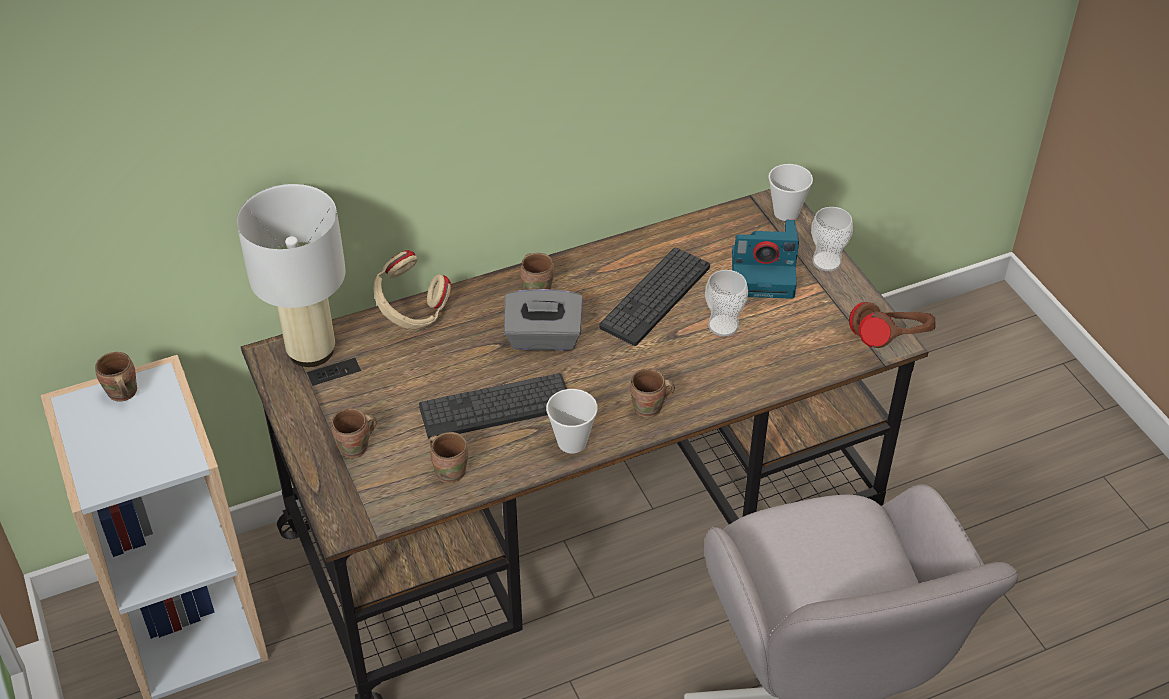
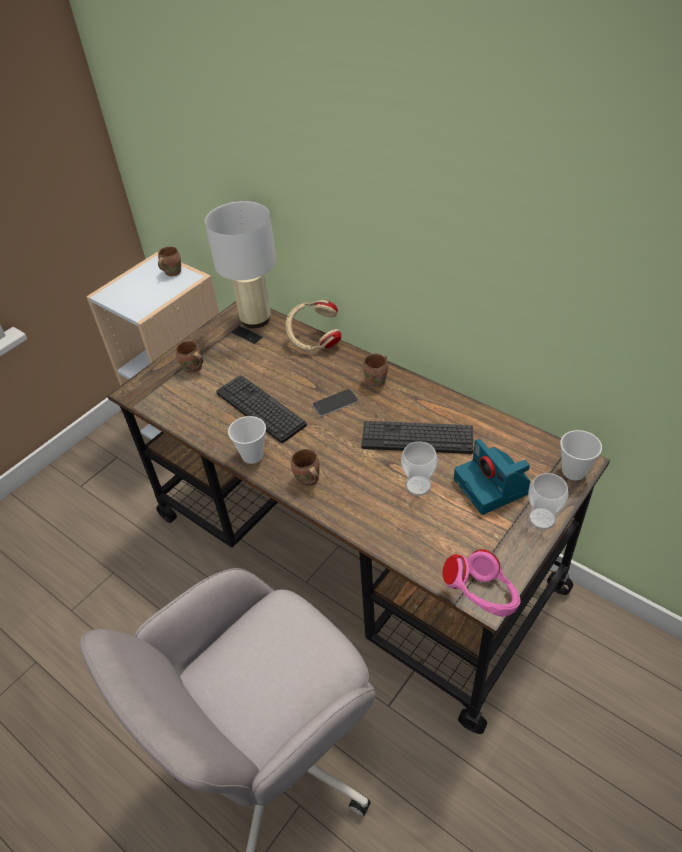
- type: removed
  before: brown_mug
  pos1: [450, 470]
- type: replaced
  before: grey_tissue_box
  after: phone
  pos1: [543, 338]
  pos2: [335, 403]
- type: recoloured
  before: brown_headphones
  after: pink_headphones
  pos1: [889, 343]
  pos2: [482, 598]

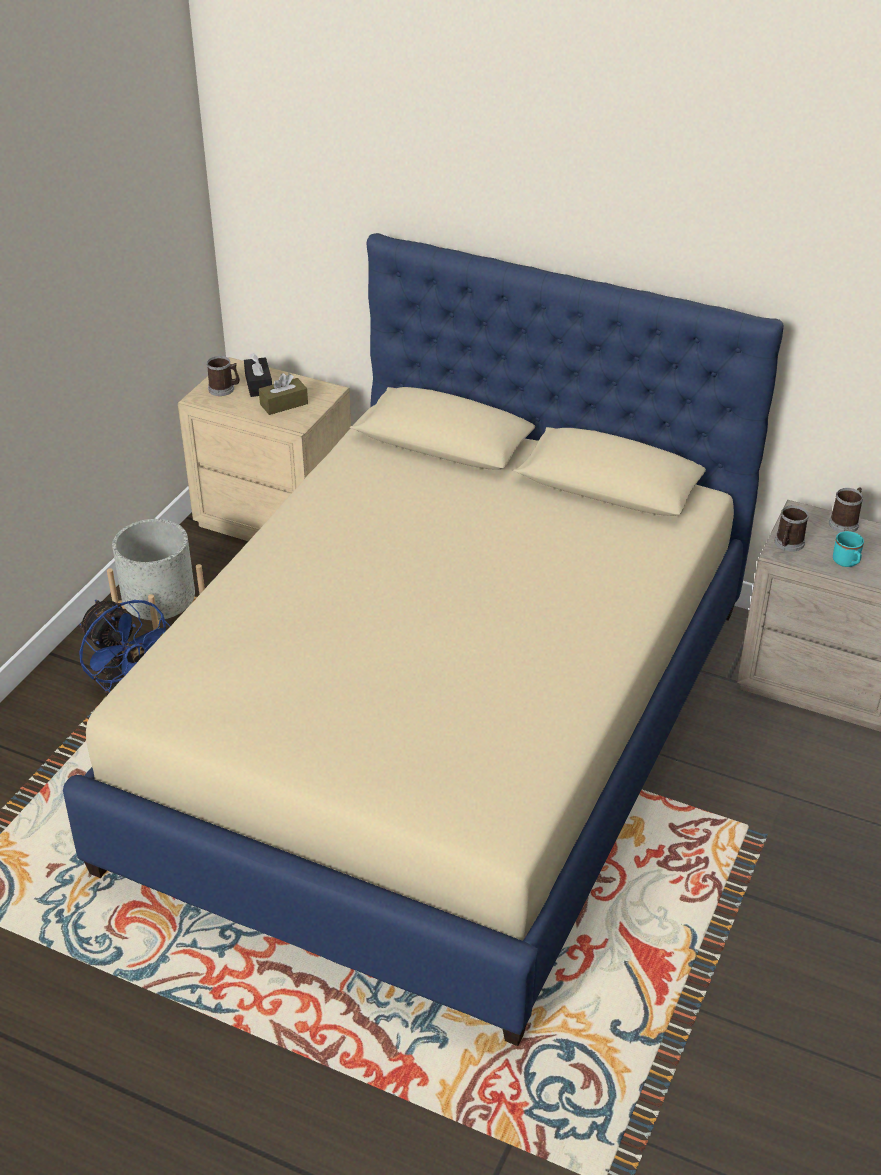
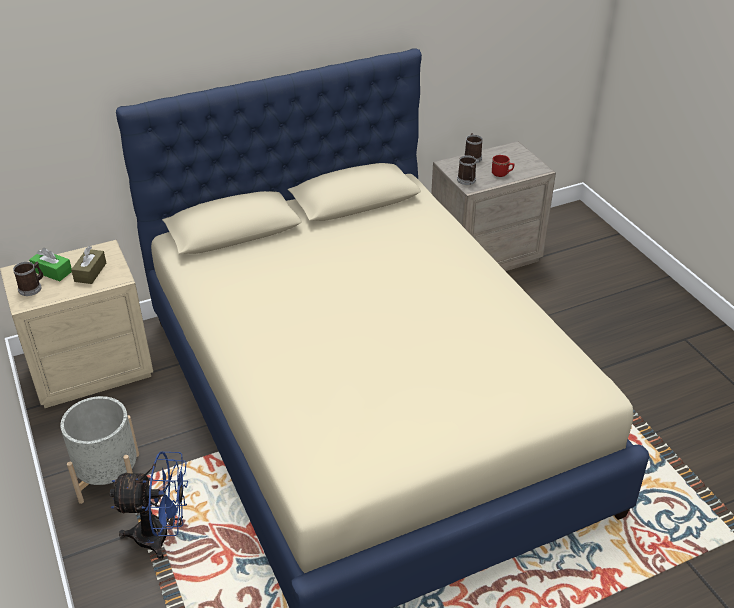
- type: recoloured
  before: black_tissue_box
  after: green_tissue_box
  pos1: [259, 385]
  pos2: [52, 271]
- type: recoloured
  before: turquoise_mug
  after: red_mug
  pos1: [847, 563]
  pos2: [502, 174]

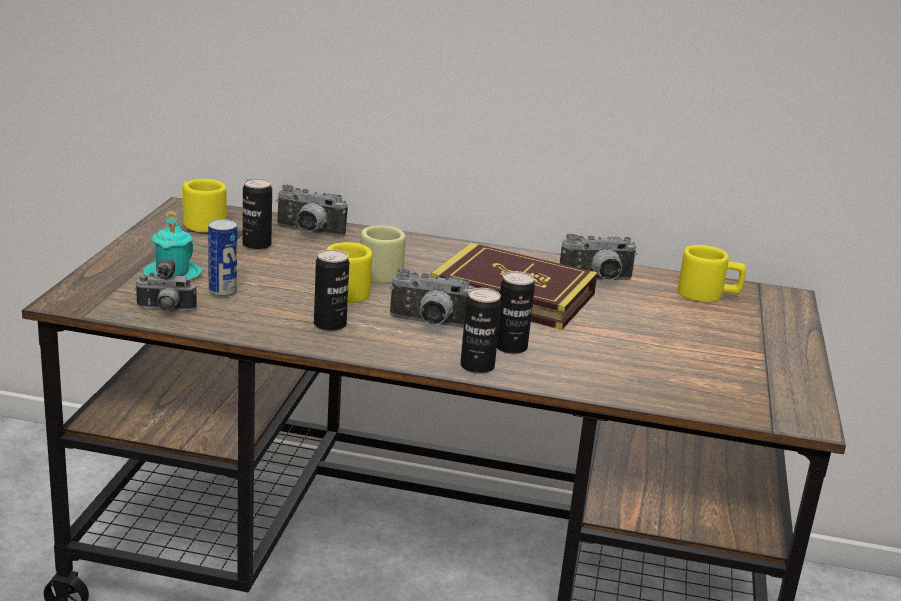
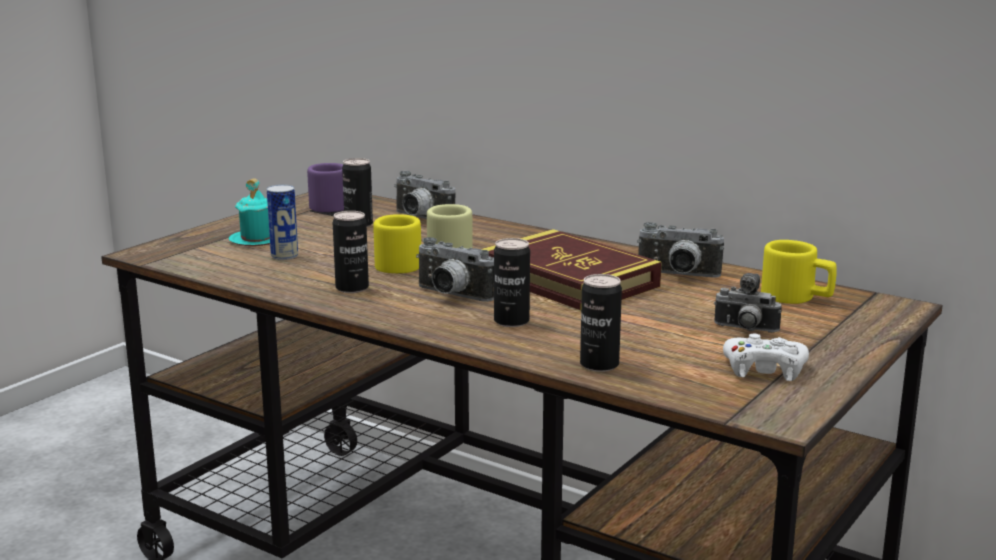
- type: added
  after: white_game_controller
  pos2: [764, 369]
- type: moved
  before: photo_camera
  pos1: [165, 310]
  pos2: [745, 330]
- type: moved
  before: can
  pos1: [477, 366]
  pos2: [599, 365]
- type: recoloured
  before: yellow_mug
  after: purple_mug
  pos1: [200, 222]
  pos2: [327, 205]

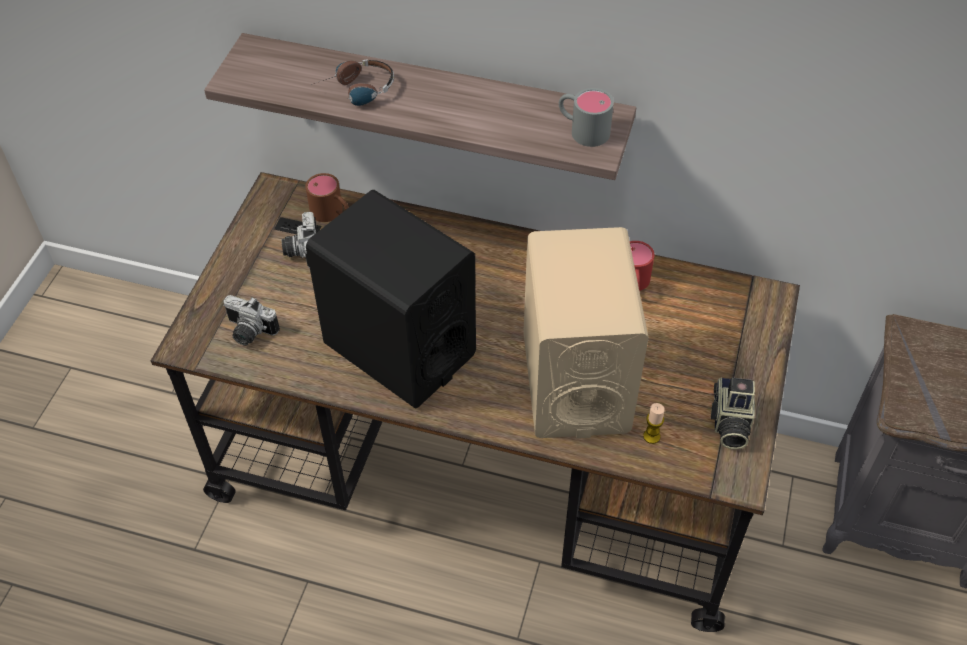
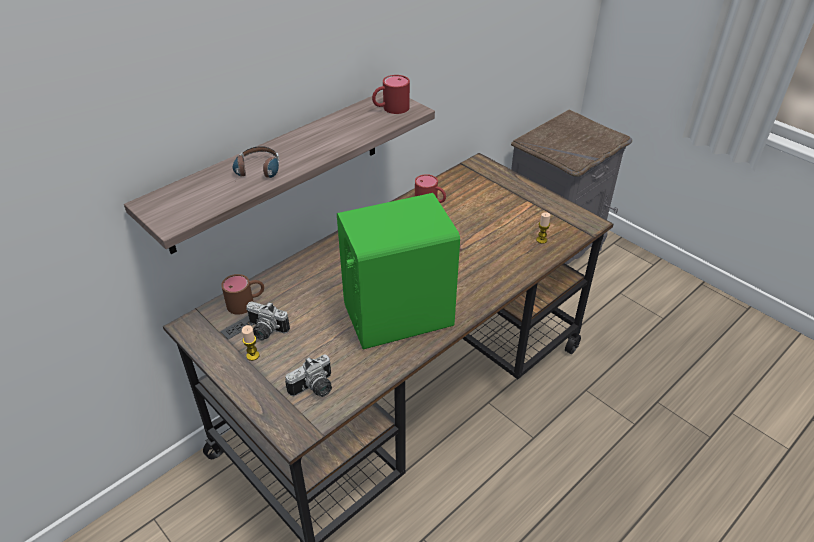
- type: removed
  before: beige_speaker
  pos1: [575, 382]
- type: removed
  before: photo_camera
  pos1: [729, 422]
- type: added
  after: candle
  pos2: [253, 355]
- type: recoloured
  before: black_speaker
  after: green_speaker
  pos1: [399, 349]
  pos2: [397, 315]
- type: recoloured
  before: grey_mug
  after: red_mug
  pos1: [582, 129]
  pos2: [390, 108]

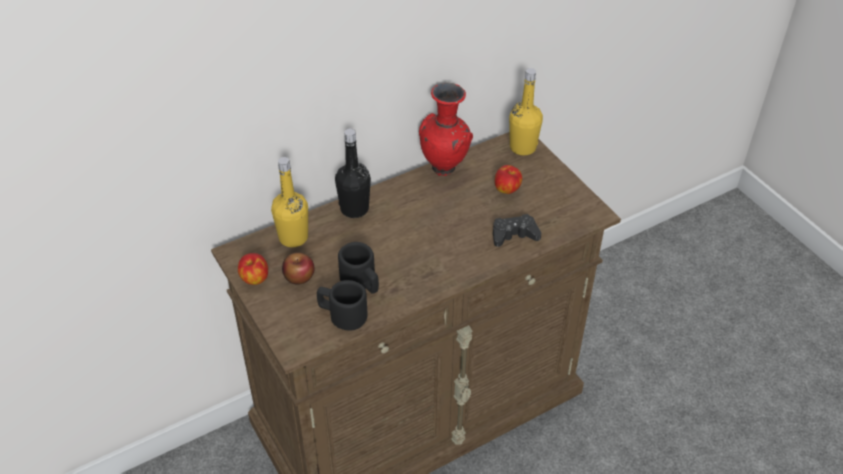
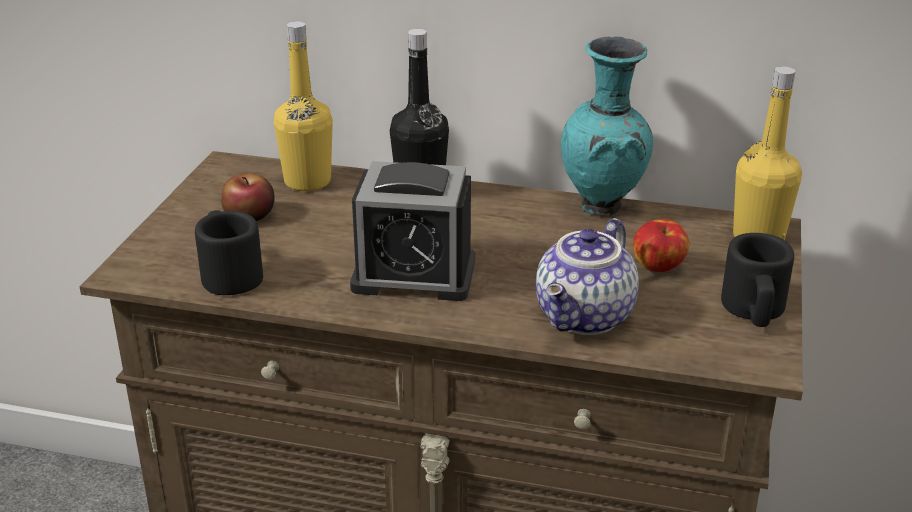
- type: removed
  before: apple
  pos1: [254, 279]
- type: added
  after: alarm_clock
  pos2: [414, 275]
- type: moved
  before: black_mug
  pos1: [361, 282]
  pos2: [754, 311]
- type: replaced
  before: black_game_controller
  after: teapot
  pos1: [514, 235]
  pos2: [586, 318]
- type: recoloured
  before: red_vase
  after: turquoise_vase
  pos1: [445, 168]
  pos2: [603, 208]

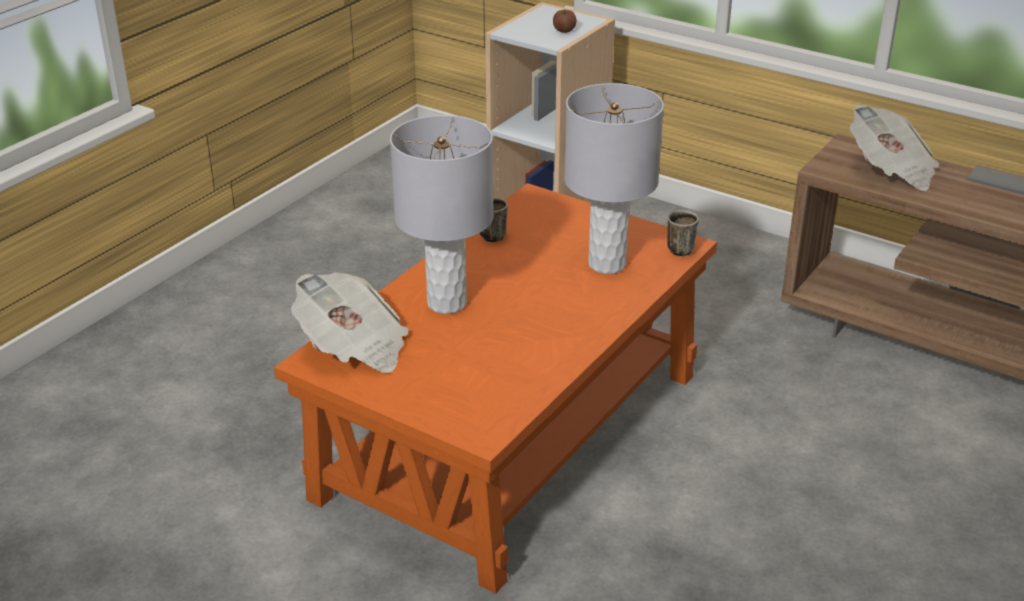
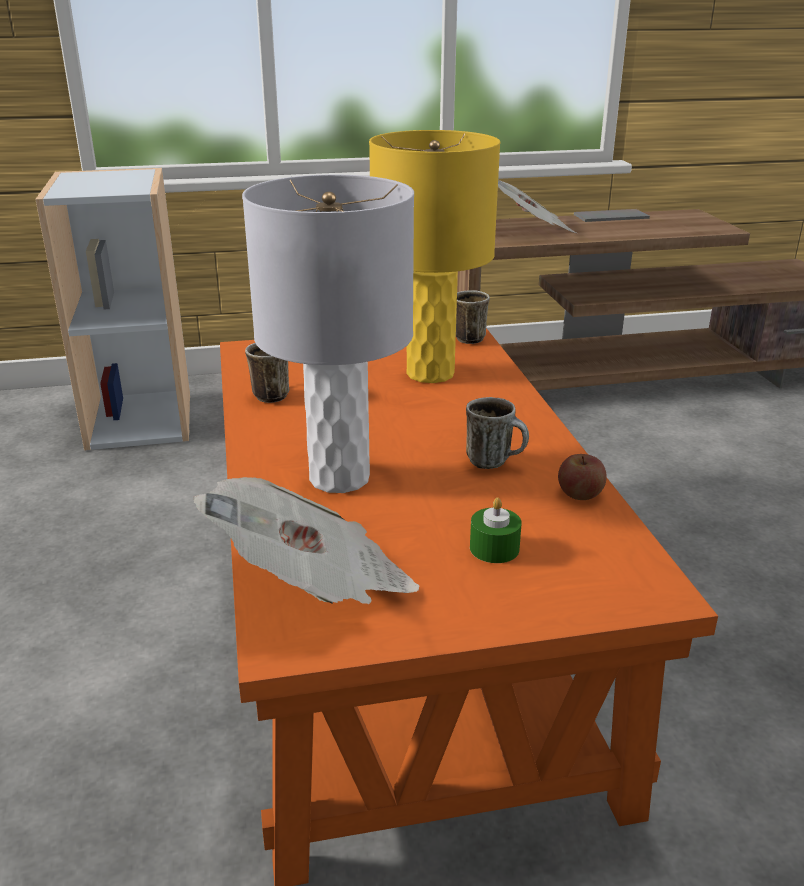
- type: added
  after: mug
  pos2: [495, 462]
- type: added
  after: green_candle
  pos2: [494, 548]
- type: moved
  before: apple
  pos1: [564, 30]
  pos2: [580, 494]
- type: recoloured
  before: grey_table_lamp
  after: yellow_table_lamp
  pos1: [607, 264]
  pos2: [431, 373]

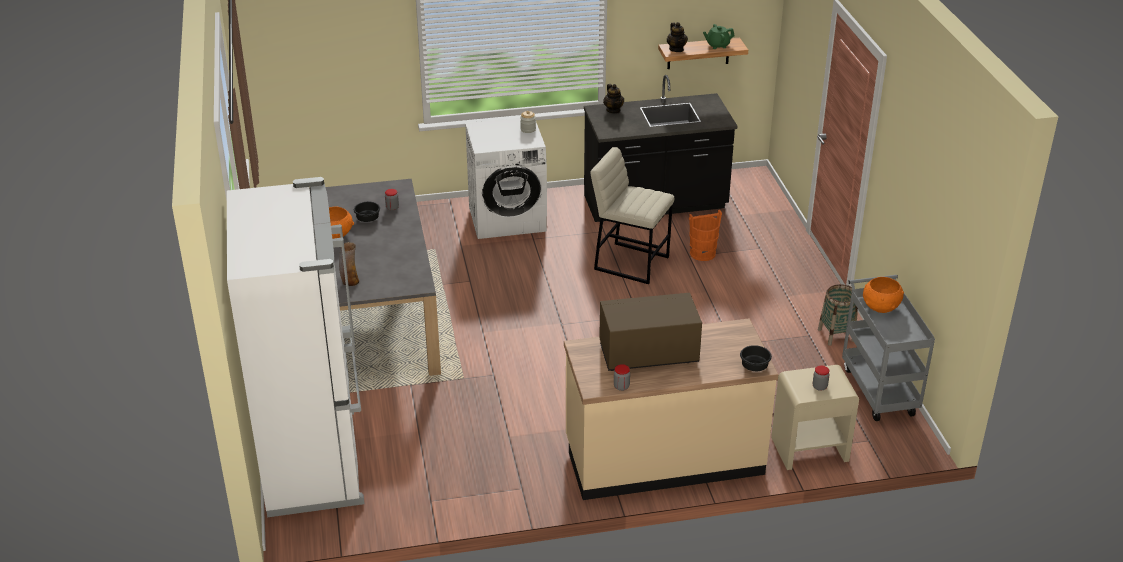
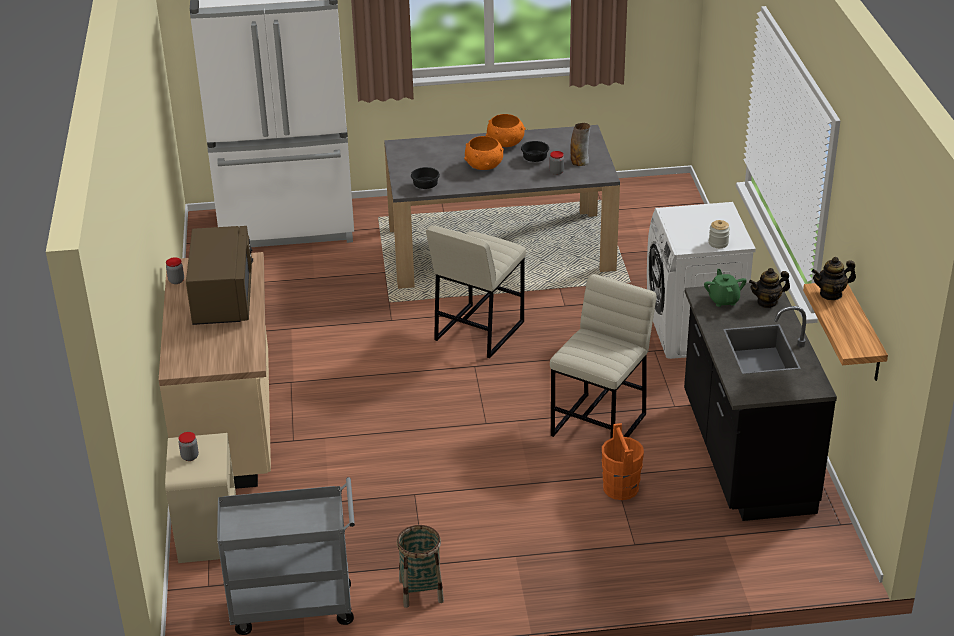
- type: added
  after: beige_chair
  pos2: [478, 332]
- type: moved
  before: vase
  pos1: [350, 281]
  pos2: [579, 162]
- type: moved
  before: green_teapot
  pos1: [717, 45]
  pos2: [723, 300]
- type: moved
  before: black_bowl
  pos1: [754, 367]
  pos2: [424, 186]
- type: moved
  before: orange_bowl
  pos1: [880, 307]
  pos2: [484, 166]

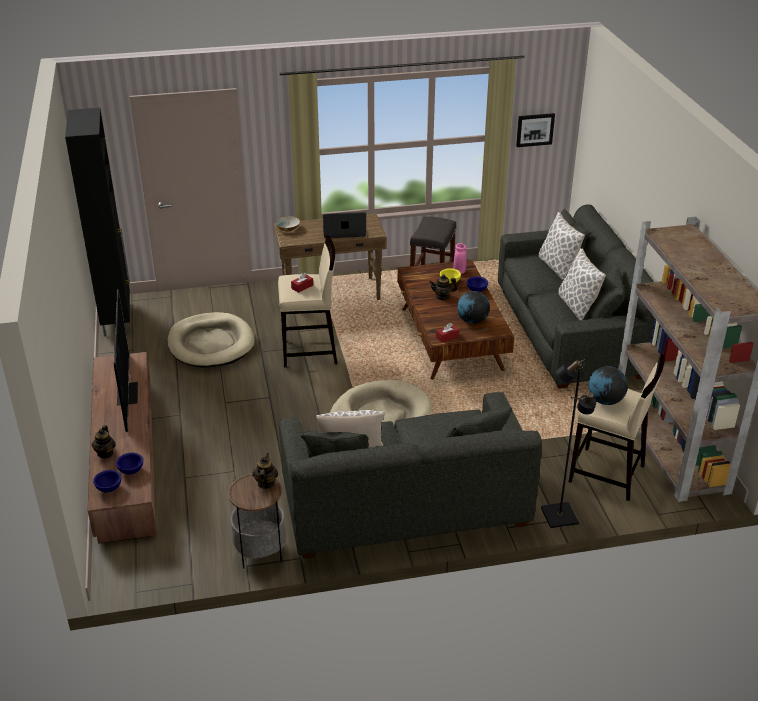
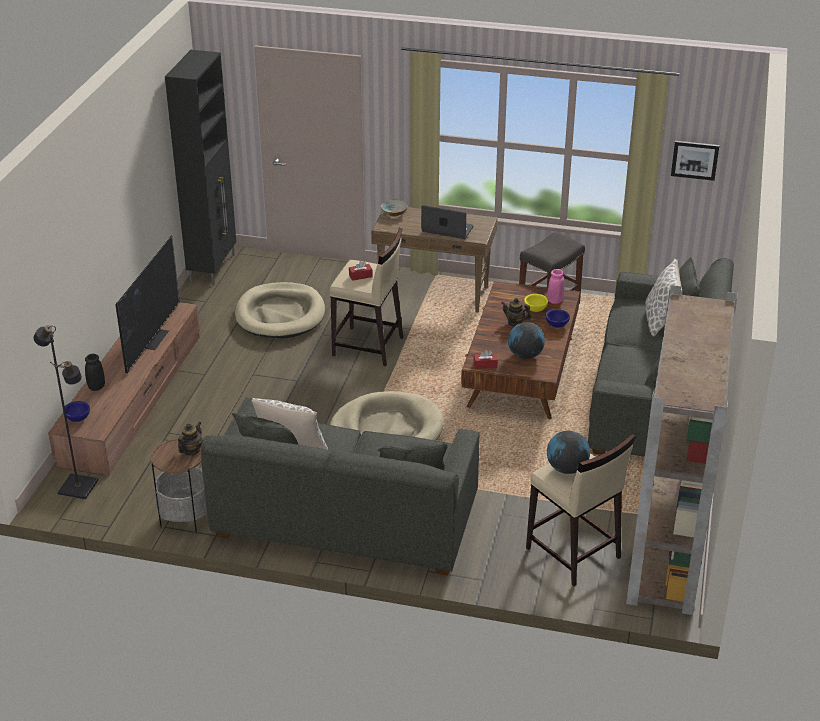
- type: removed
  before: blue_bowl
  pos1: [131, 471]
- type: removed
  before: pillow
  pos1: [577, 306]
- type: moved
  before: black_floor_lamp
  pos1: [559, 516]
  pos2: [78, 487]
- type: replaced
  before: teapot
  after: black_vase
  pos1: [105, 453]
  pos2: [96, 387]

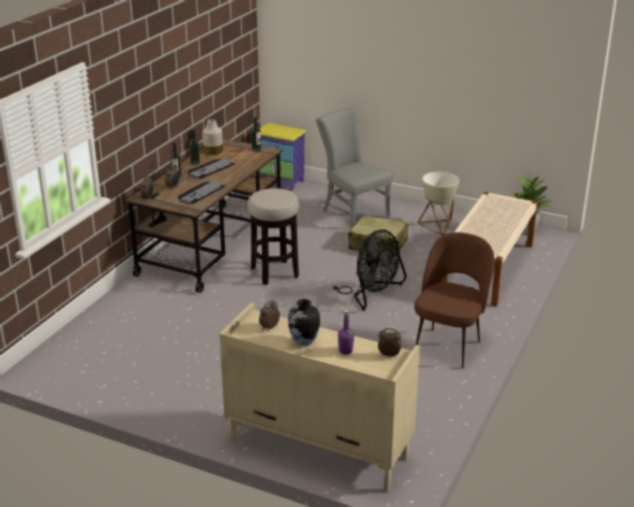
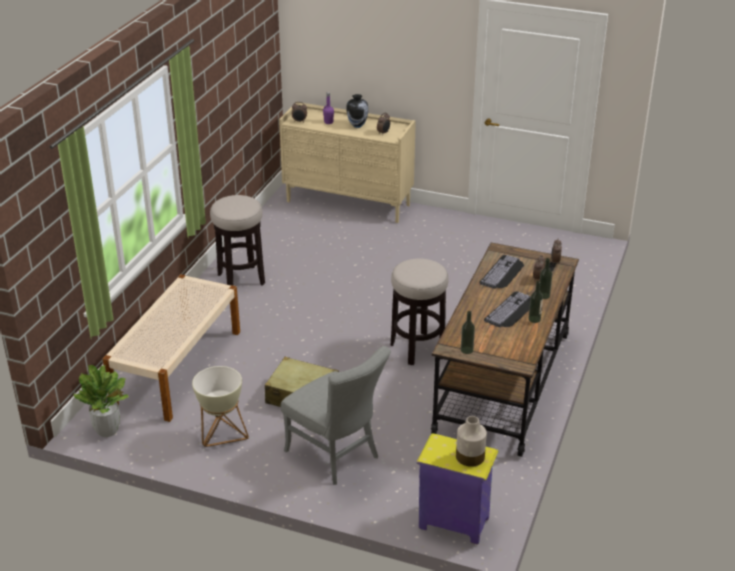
- type: removed
  before: black_fan
  pos1: [370, 294]
- type: moved
  before: beige_vase
  pos1: [213, 151]
  pos2: [470, 456]
- type: replaced
  before: brown_chair
  after: stool
  pos1: [449, 345]
  pos2: [241, 279]

